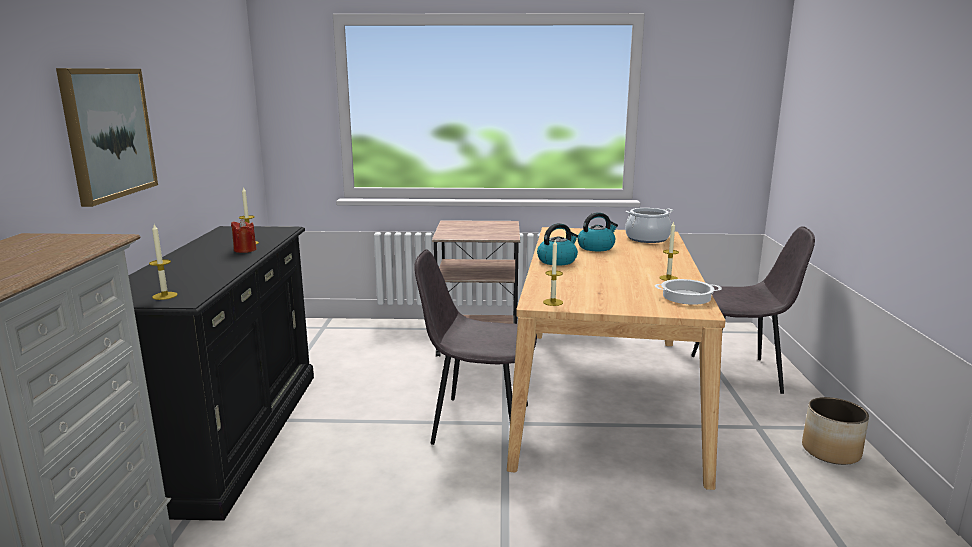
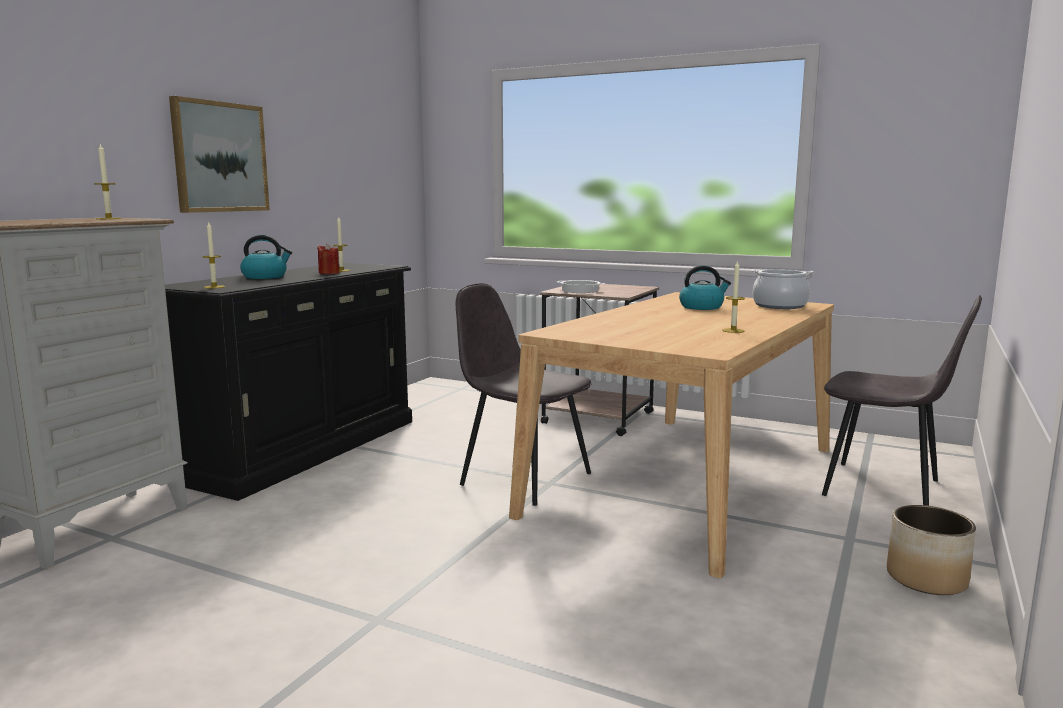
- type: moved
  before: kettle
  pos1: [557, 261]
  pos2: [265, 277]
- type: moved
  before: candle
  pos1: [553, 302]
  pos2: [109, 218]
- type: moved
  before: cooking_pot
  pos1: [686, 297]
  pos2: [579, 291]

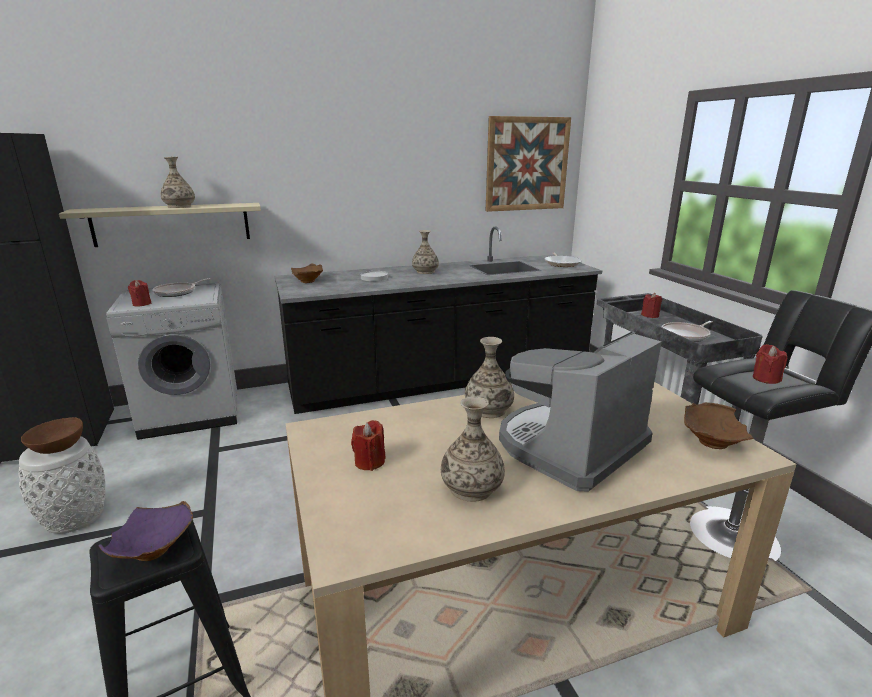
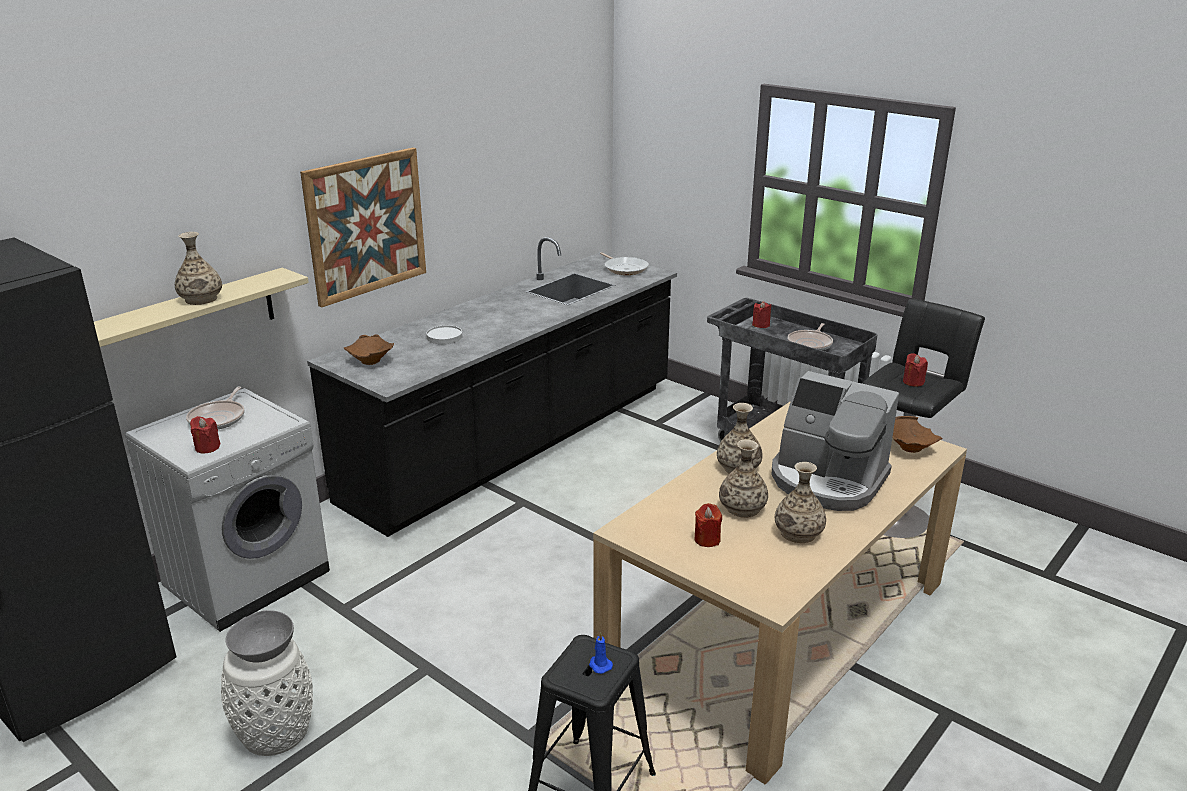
- type: moved
  before: vase
  pos1: [425, 272]
  pos2: [742, 508]
- type: moved
  before: picture
  pos1: [527, 164]
  pos2: [366, 225]
- type: replaced
  before: purple_bowl
  after: blue_candle
  pos1: [155, 551]
  pos2: [599, 665]
- type: recoloured
  before: brown_bowl
  after: grey_bowl
  pos1: [57, 447]
  pos2: [263, 651]
- type: turned
  before: coffee_machine
  pos1: [569, 446]
  pos2: [827, 481]
  turn: -75

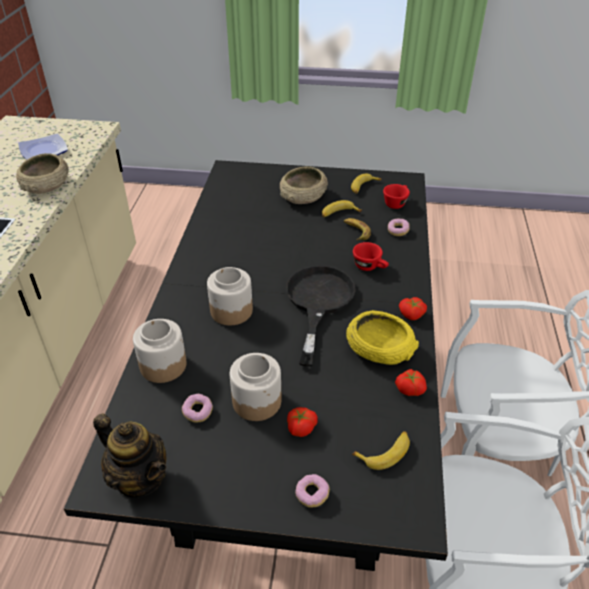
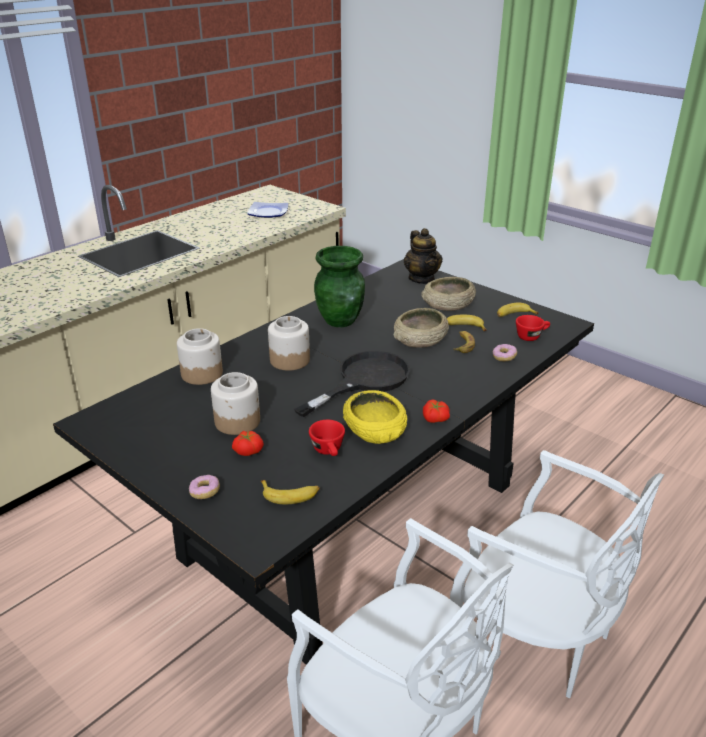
- type: removed
  before: donut
  pos1: [198, 412]
- type: removed
  before: tomato
  pos1: [410, 388]
- type: added
  after: green_vase
  pos2: [340, 320]
- type: moved
  before: beige_bowl
  pos1: [46, 184]
  pos2: [421, 339]
- type: moved
  before: teapot
  pos1: [139, 478]
  pos2: [422, 279]
- type: moved
  before: red_cup
  pos1: [370, 267]
  pos2: [329, 451]

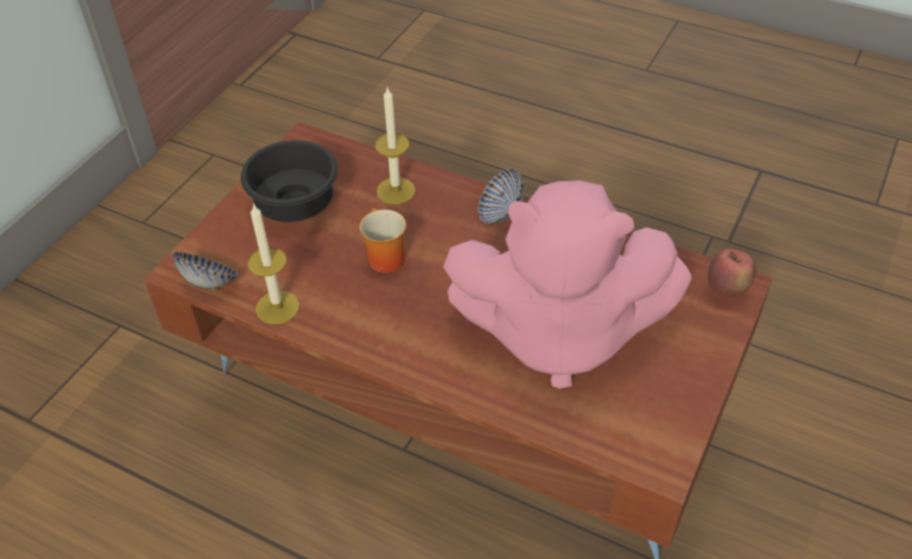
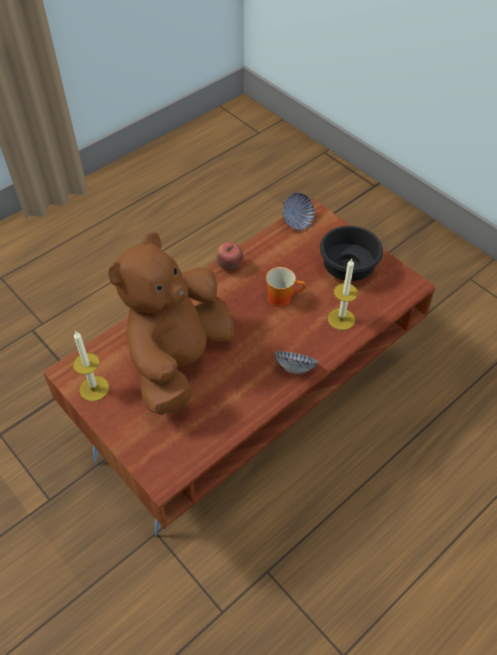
- type: moved
  before: candle
  pos1: [277, 307]
  pos2: [94, 388]
- type: moved
  before: apple
  pos1: [726, 290]
  pos2: [229, 266]
- type: recoloured
  before: pink_plush_toy
  after: brown_plush_toy
  pos1: [558, 334]
  pos2: [179, 360]

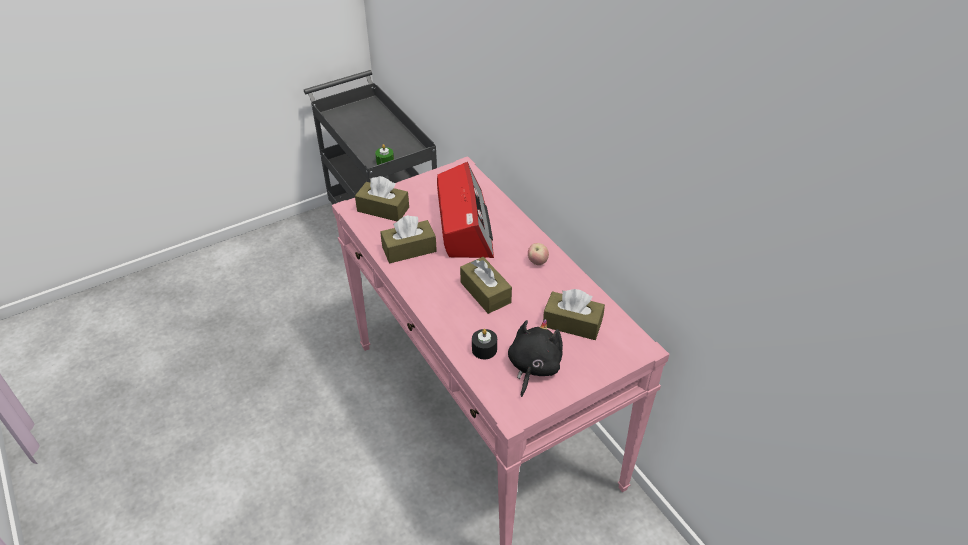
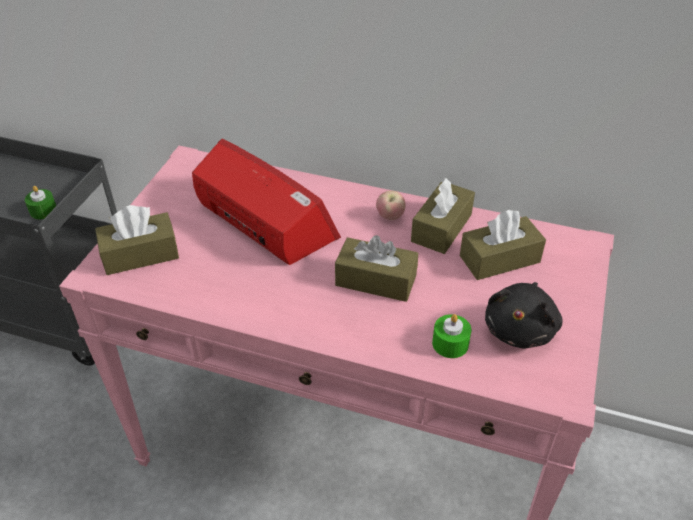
- type: moved
  before: brown_tissue_box
  pos1: [409, 249]
  pos2: [441, 228]
- type: recoloured
  before: black_candle
  after: green_candle
  pos1: [484, 349]
  pos2: [450, 343]
- type: turned
  before: black_plush_toy
  pos1: [533, 367]
  pos2: [520, 329]
  turn: -135

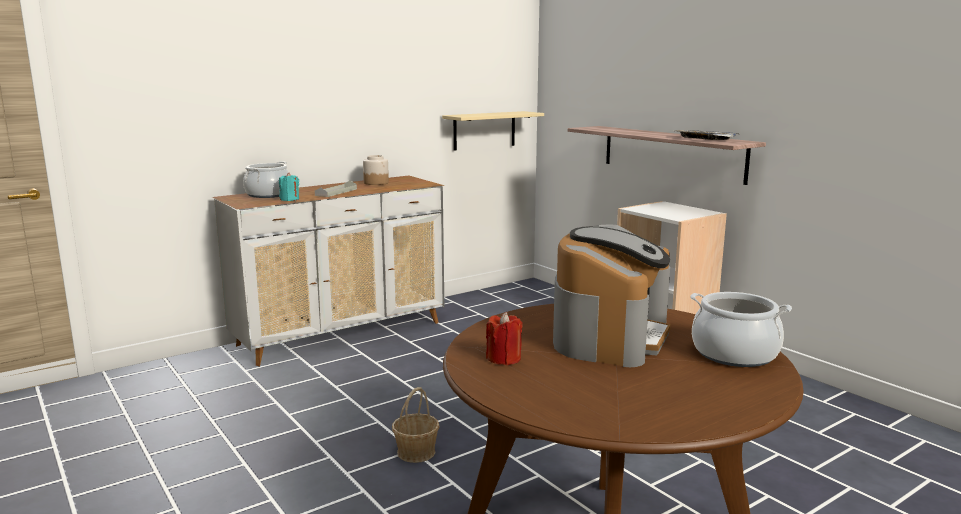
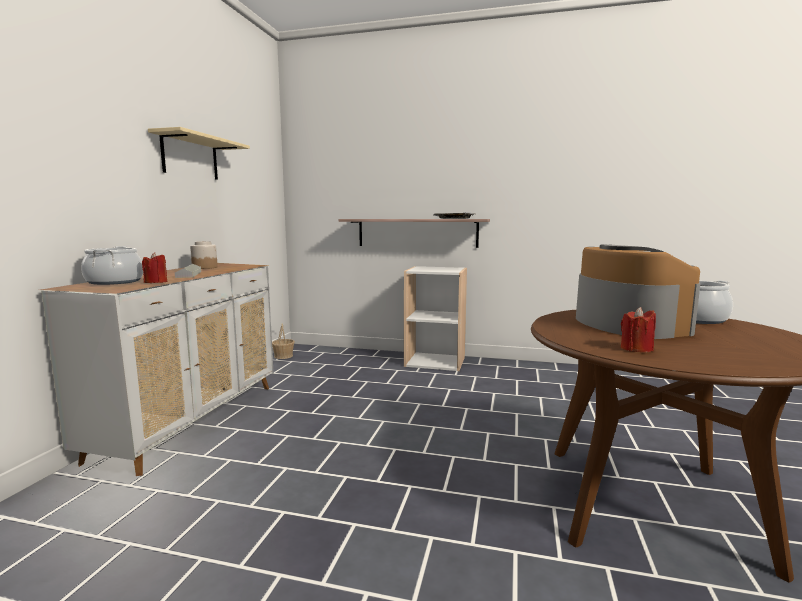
- type: moved
  before: basket
  pos1: [416, 452]
  pos2: [283, 356]
- type: moved
  before: beige_shelf
  pos1: [484, 130]
  pos2: [190, 157]
- type: recoloured
  before: turquoise_candle
  after: red_candle
  pos1: [289, 199]
  pos2: [156, 282]

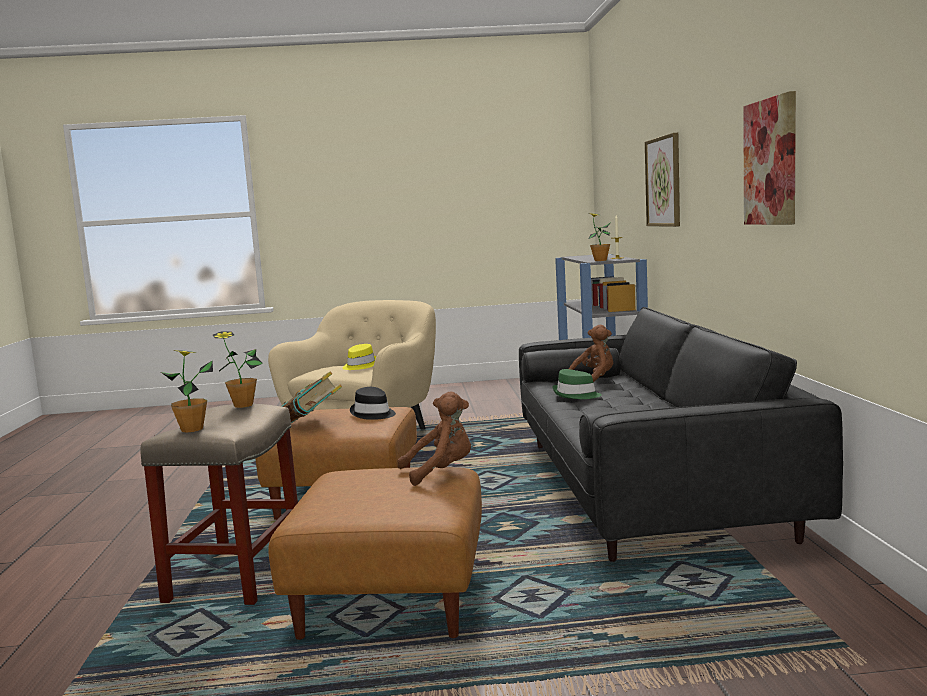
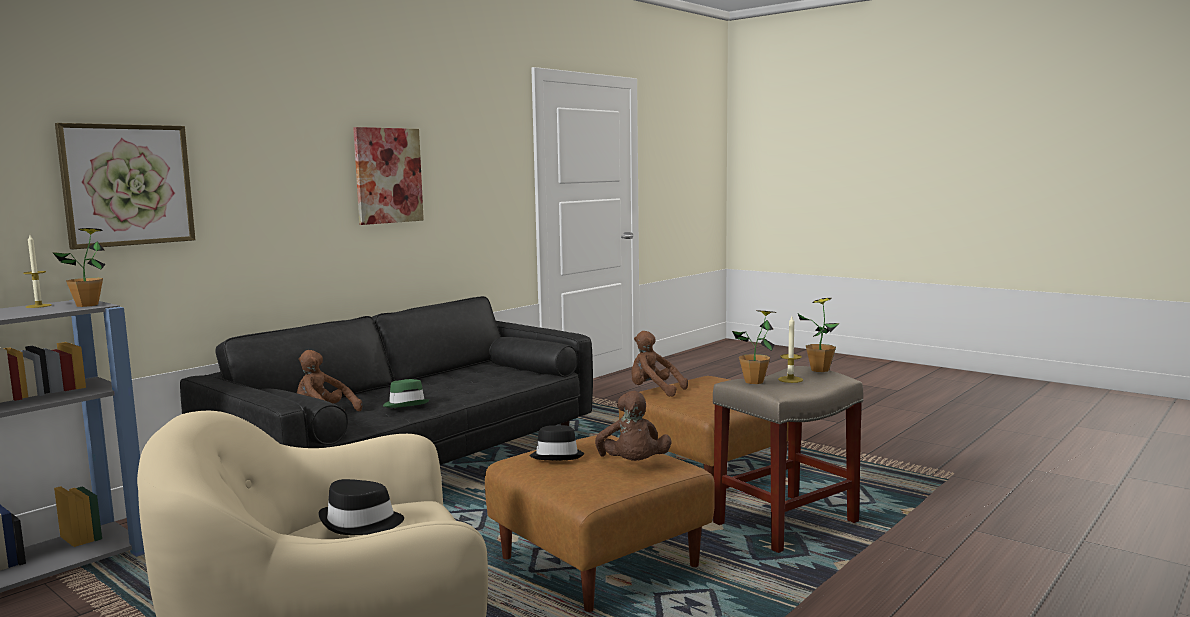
- type: added
  after: candle
  pos2: [790, 379]
- type: replaced
  before: book
  after: brown_plush_toy
  pos1: [310, 424]
  pos2: [633, 465]
- type: recoloured
  before: yellow_hat
  after: black_hat
  pos1: [359, 366]
  pos2: [361, 523]

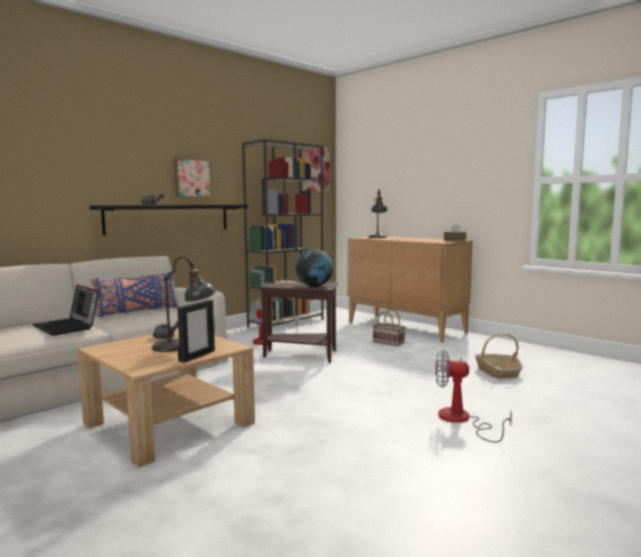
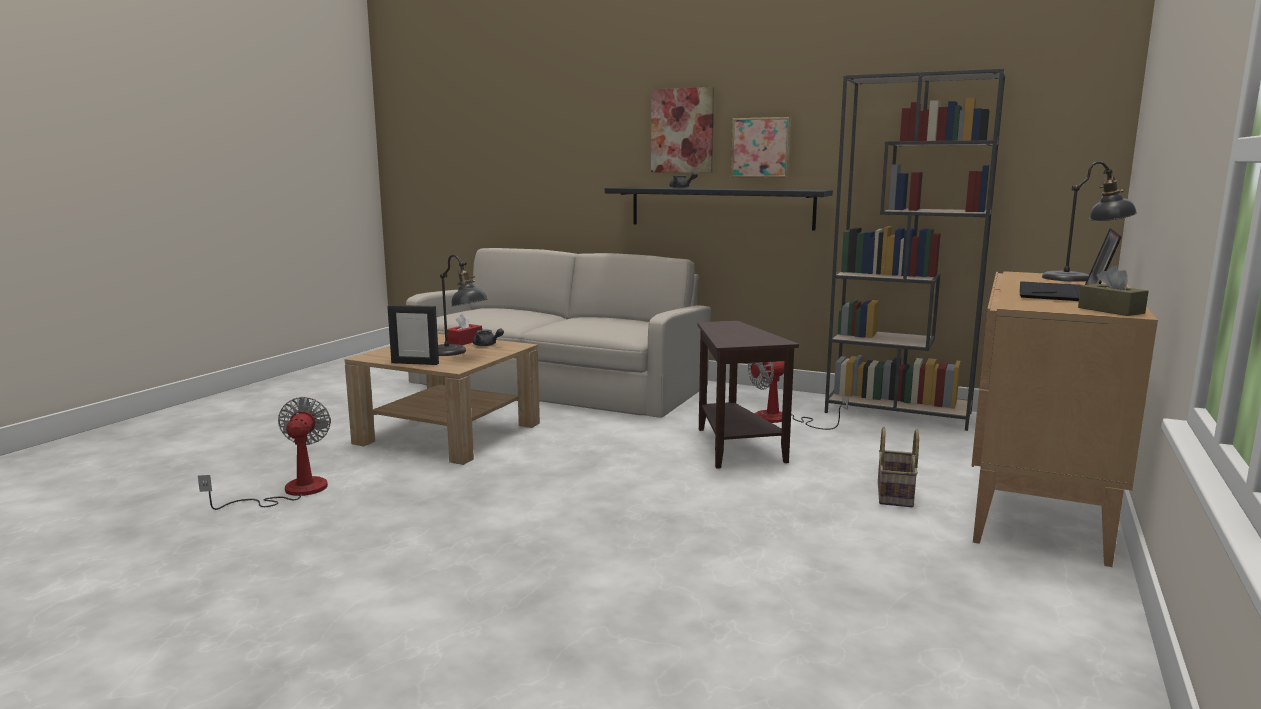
- type: removed
  before: blue_pillow
  pos1: [137, 311]
- type: removed
  before: globe
  pos1: [314, 286]
- type: removed
  before: basket
  pos1: [497, 372]
- type: added
  after: red_tissue_box
  pos2: [464, 342]
- type: moved
  before: laptop
  pos1: [68, 327]
  pos2: [1064, 294]
- type: moved
  before: picture
  pos1: [315, 169]
  pos2: [682, 130]
- type: moved
  before: fan
  pos1: [461, 420]
  pos2: [290, 492]

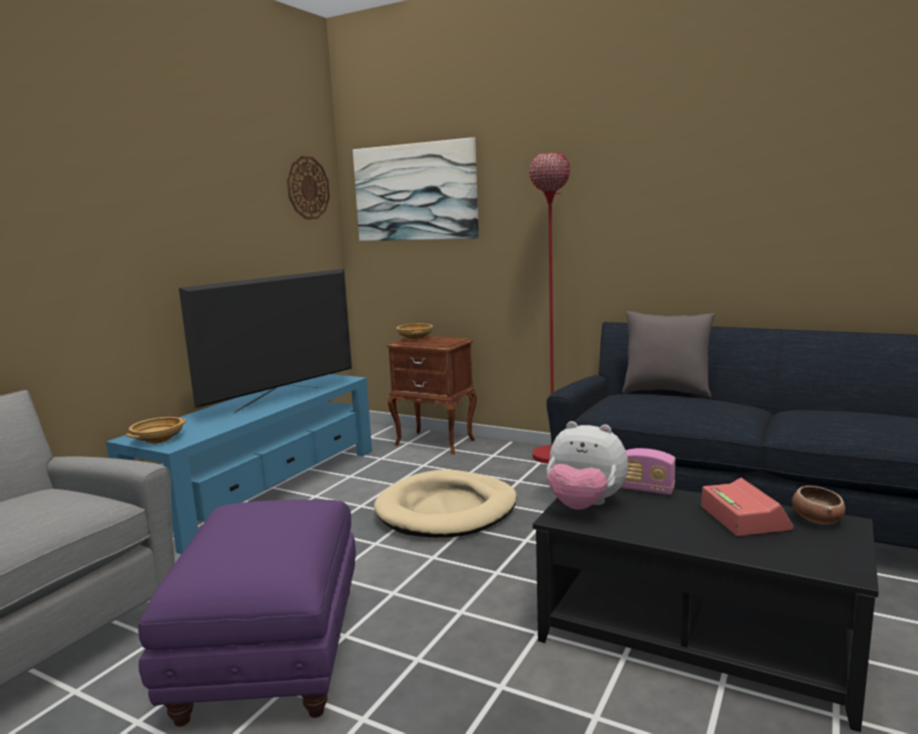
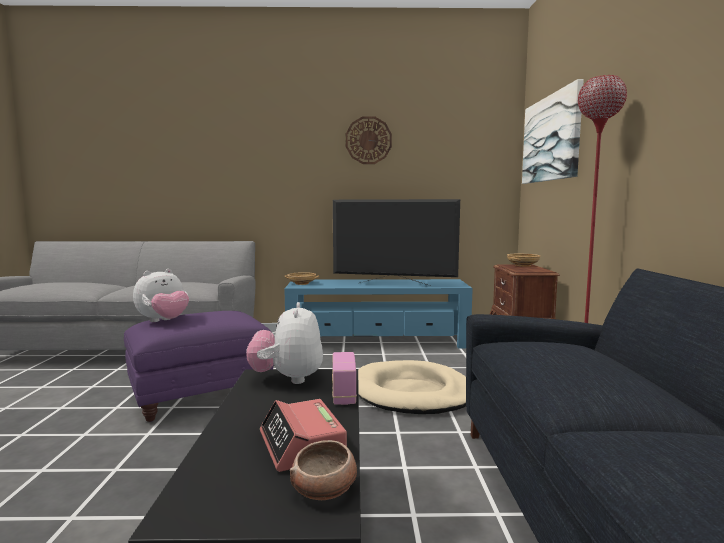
- type: removed
  before: grey_pillow
  pos1: [666, 392]
- type: added
  after: plush_toy
  pos2: [163, 321]
- type: moved
  before: wall_clock
  pos1: [308, 188]
  pos2: [368, 140]
- type: turned
  before: alarm_clock
  pos1: [744, 518]
  pos2: [302, 445]
  turn: 105

